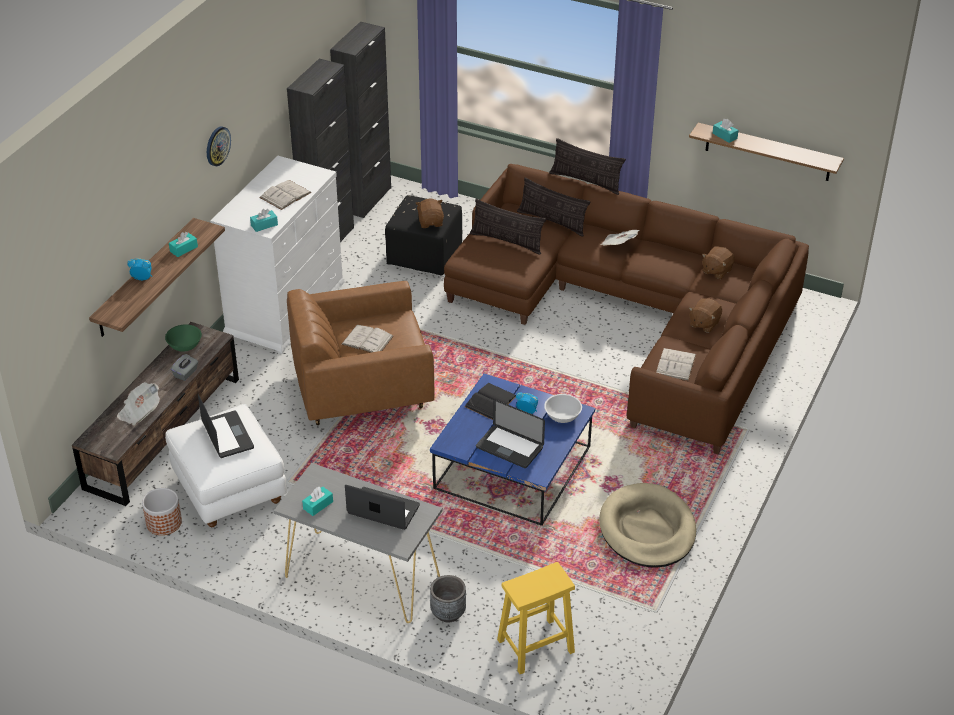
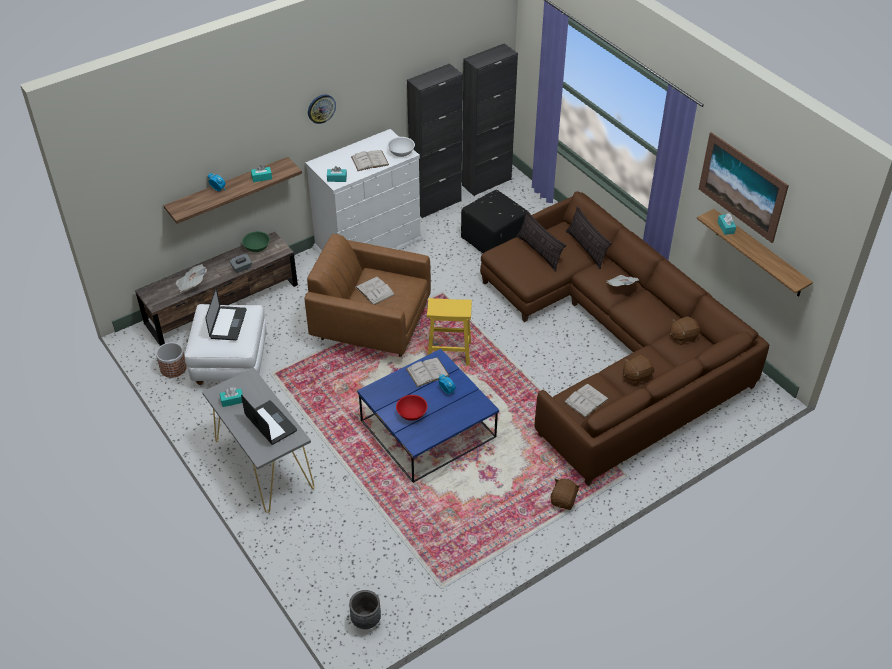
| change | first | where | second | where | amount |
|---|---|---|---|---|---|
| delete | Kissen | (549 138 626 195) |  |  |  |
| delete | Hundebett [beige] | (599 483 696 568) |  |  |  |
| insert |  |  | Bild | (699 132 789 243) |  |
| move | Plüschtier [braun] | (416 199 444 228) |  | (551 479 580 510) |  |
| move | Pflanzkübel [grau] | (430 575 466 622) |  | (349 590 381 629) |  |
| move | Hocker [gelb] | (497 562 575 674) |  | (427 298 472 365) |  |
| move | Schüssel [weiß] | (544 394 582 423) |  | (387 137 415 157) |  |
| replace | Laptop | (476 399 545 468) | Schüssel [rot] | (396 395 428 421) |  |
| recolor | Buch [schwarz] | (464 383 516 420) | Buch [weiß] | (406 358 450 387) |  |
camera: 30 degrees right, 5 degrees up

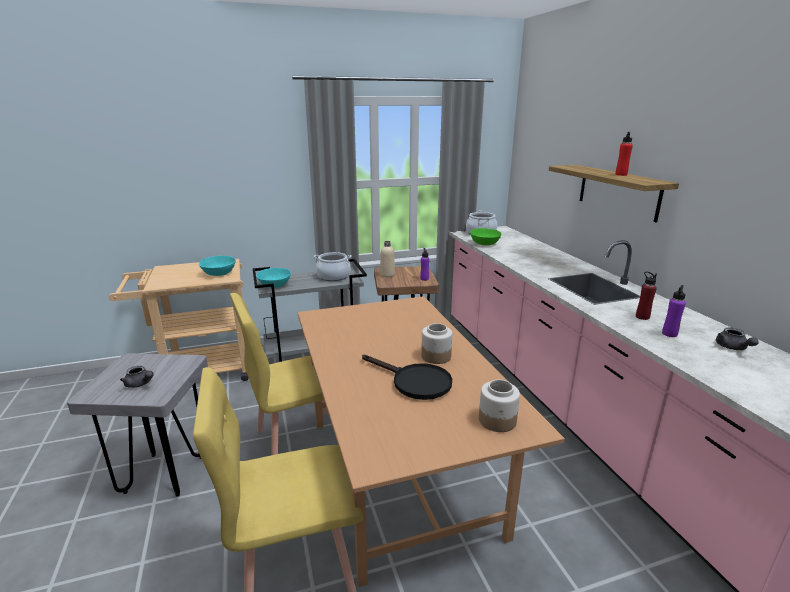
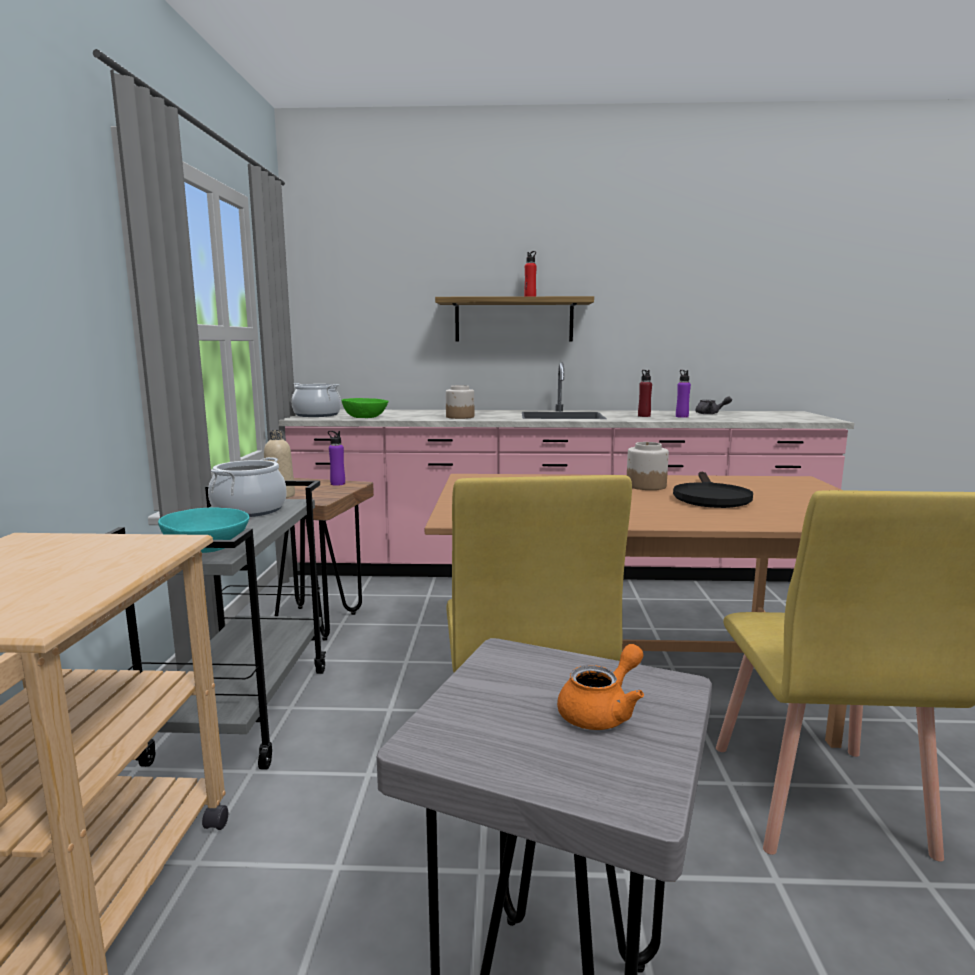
| change | first | where | second | where | amount |
|---|---|---|---|---|---|
| delete | Schüssel [türkis] | (199 256 236 276) |  |  |  |
| move | Vorratsglas | (479 379 520 432) |  | (446 385 474 419) |  |
| recolor | Teekanne [grau] | (120 366 154 388) | Teekanne [orange] | (557 644 644 730) |  |
| rotate | Pfanne [schwarz] | (362 355 452 400) |  | (673 472 753 508) | 135 degrees clockwise |
camera: 70 degrees left, 10 degrees down

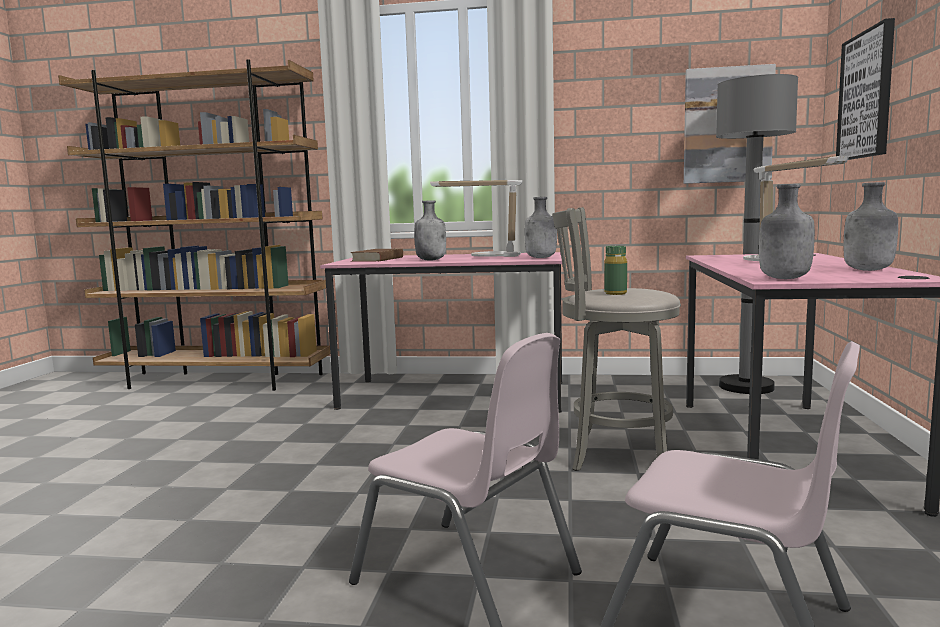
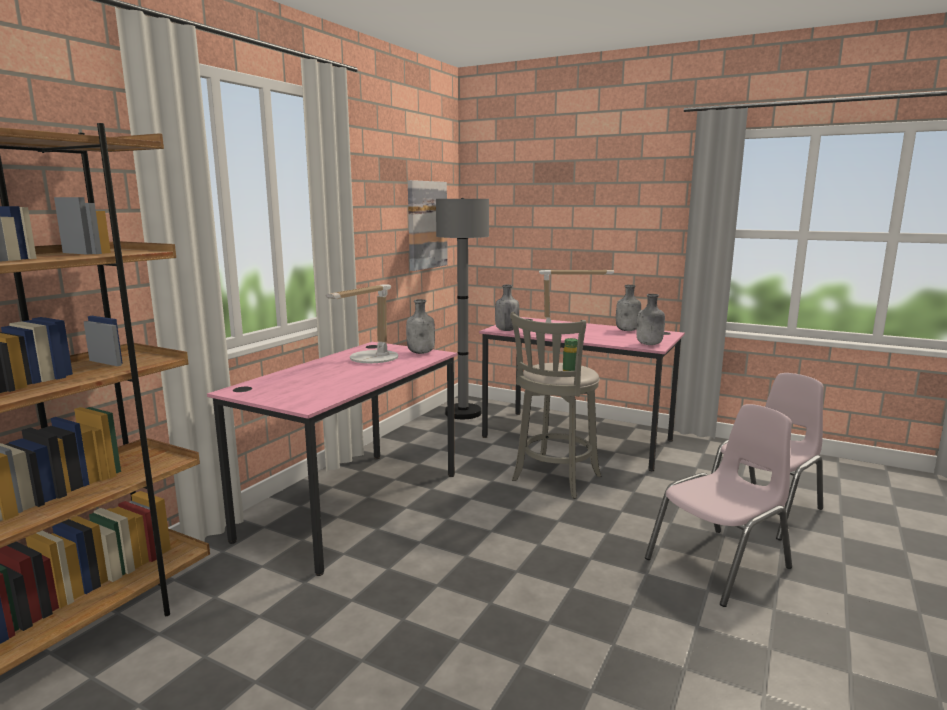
| change | first | where | second | where | amount |
|---|---|---|---|---|---|
| delete | Buch [braun] | (350 249 403 262) |  |  |  |
| delete | Bild | (836 18 895 160) |  |  |  |
| move | Flasche [grau] | (414 200 446 261) |  | (495 285 519 331) |  |
camera: 70 degrees left, 5 degrees up

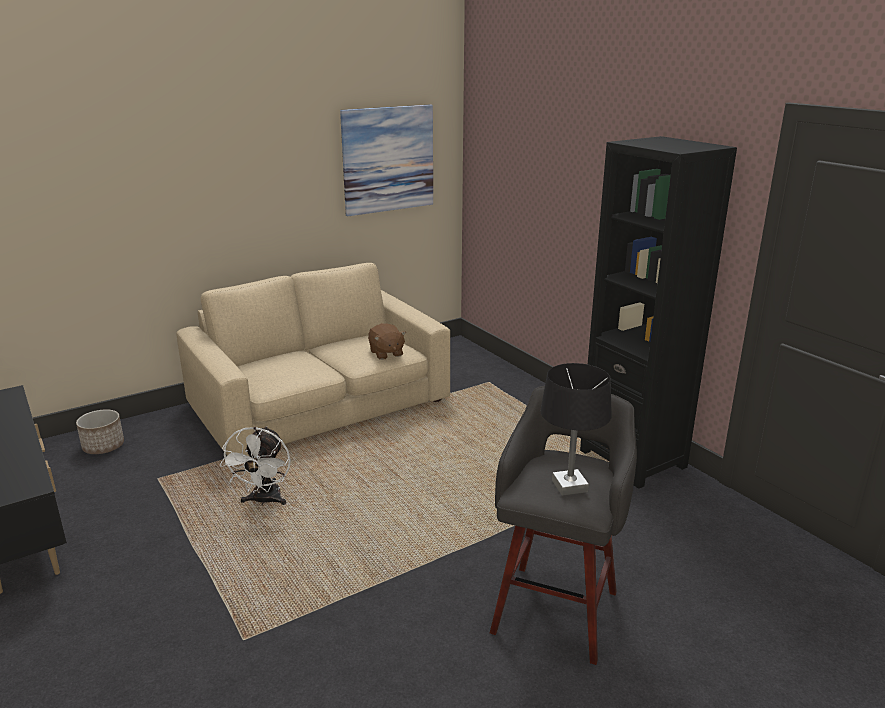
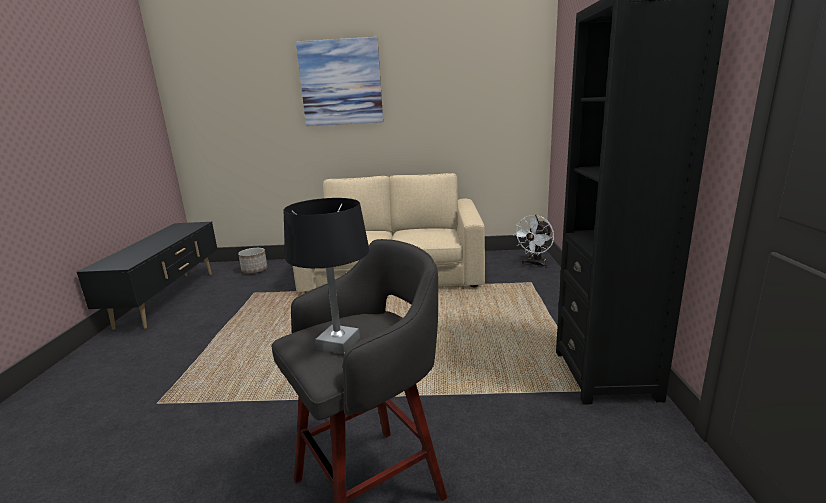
| change | first | where | second | where | amount |
|---|---|---|---|---|---|
| delete | Plüschtier [braun] | (368 323 406 360) |  |  |  |
| move | Ventilator [weiß] | (220 426 291 506) |  | (513 215 554 268) |  |
| move | Bild | (340 104 433 216) |  | (296 37 383 126) |  |
camera: 35 degrees right, 5 degrees down

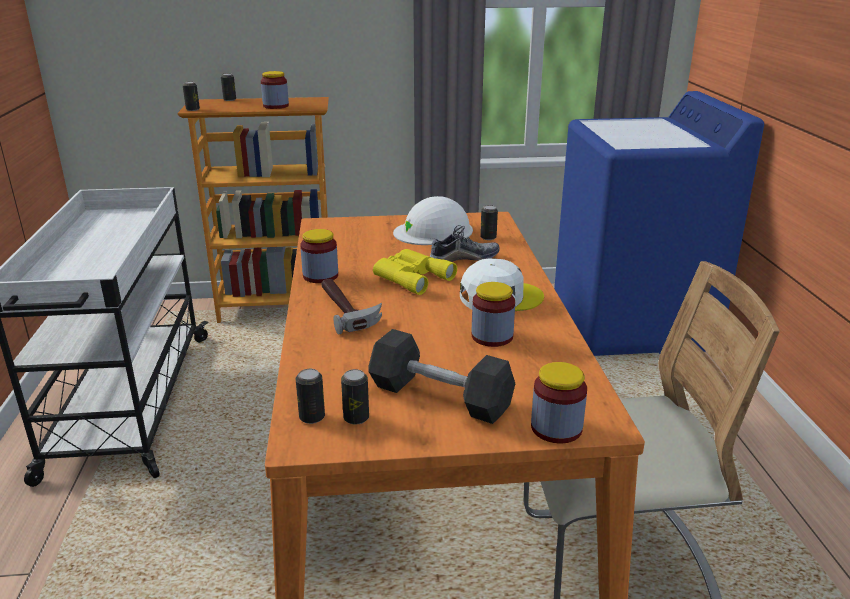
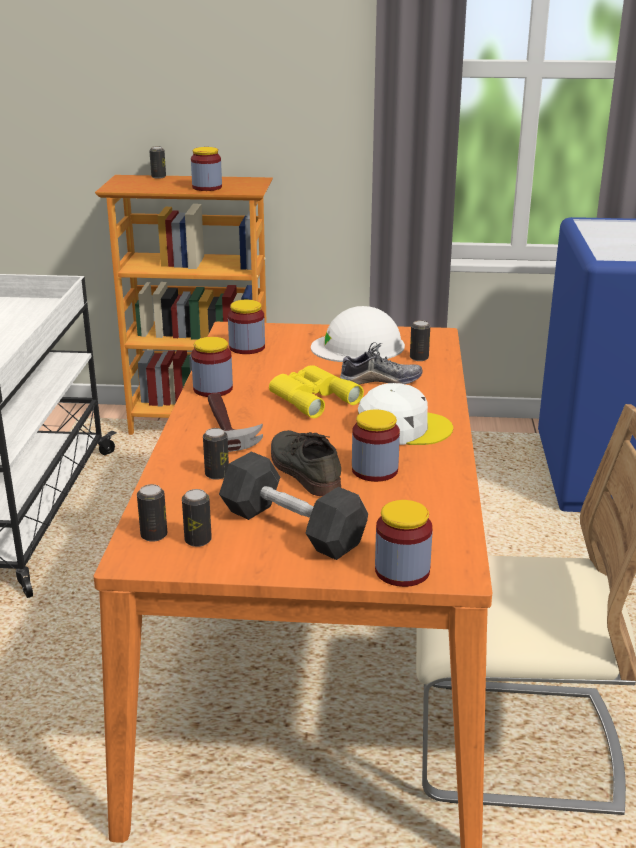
| change | first | where | second | where | amount |
|---|---|---|---|---|---|
| insert |  |  | Vorratsglas | (228 300 265 354) |  |
| insert |  |  | Schuh [grau] | (271 430 341 496) |  |
| move | Dose | (182 82 200 111) |  | (203 428 229 480) |  |
camera: 10 degrees right, 0 degrees up

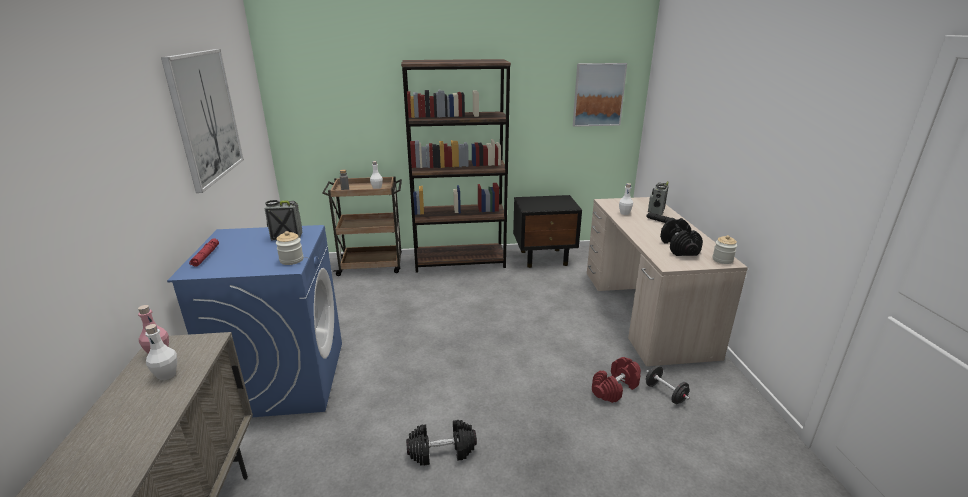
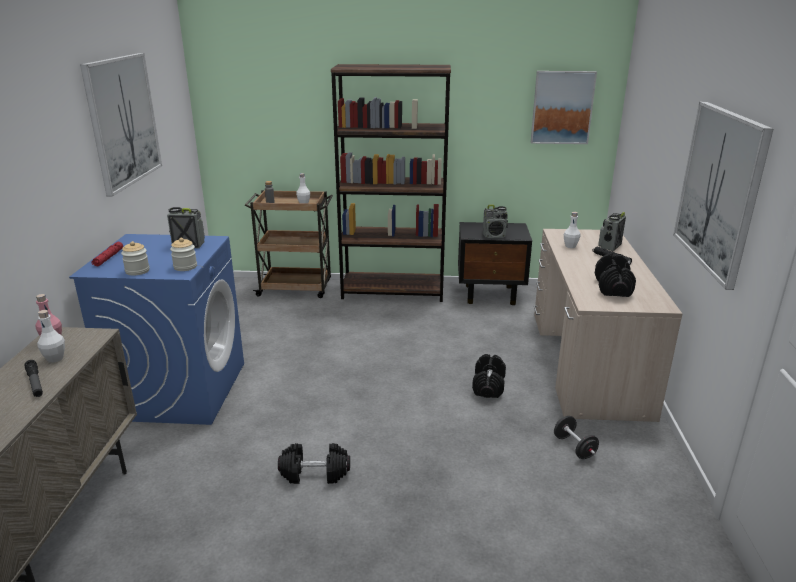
| change | first | where | second | where | amount |
|---|---|---|---|---|---|
| delete | Hantel [rot] | (592 357 641 403) |  |  |  |
| insert |  |  | Taschenlampe | (24 360 43 397) |  |
| insert |  |  | Hantel [schwarz] | (472 354 506 398) |  |
| insert |  |  | Radio | (483 205 508 238) |  |
| insert |  |  | Bild | (673 101 773 290) |  |
| move | Vorratsglas | (712 235 737 264) |  | (121 241 150 276) |  |
camera: 10 degrees right, 0 degrees up

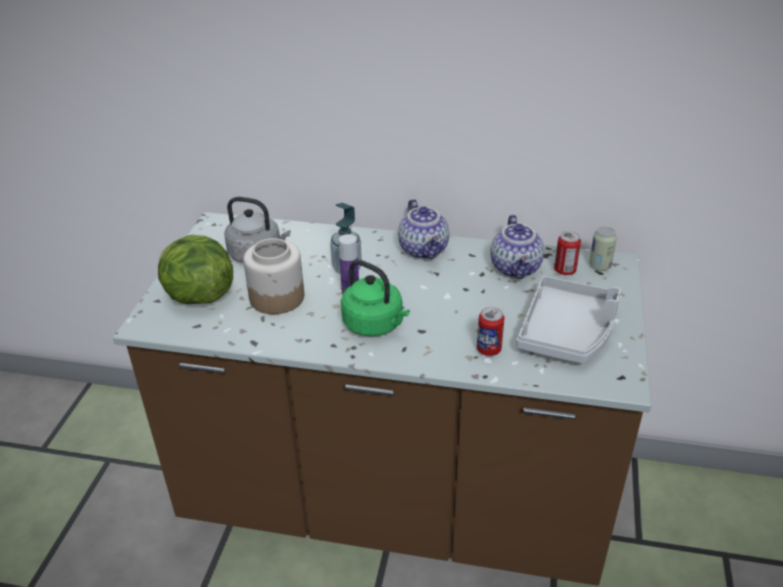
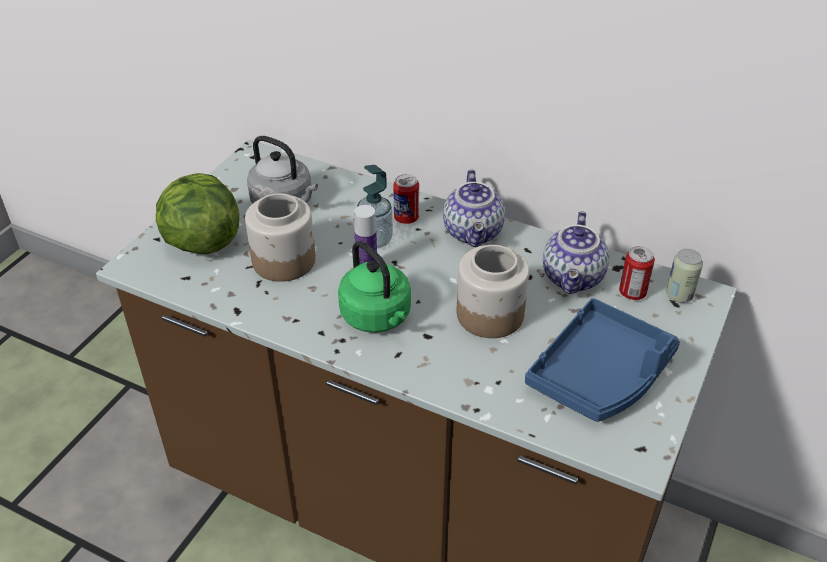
| change | first | where | second | where | amount |
|---|---|---|---|---|---|
| insert |  |  | Vorratsglas | (457 245 529 338) |  |
| move | Dose | (477 307 504 356) |  | (393 174 419 224) |  |
| recolor | Tablett [grau] | (516 276 621 364) | Tablett [blau] | (525 298 680 422) |  |
camera: 15 degrees right, 5 degrees up

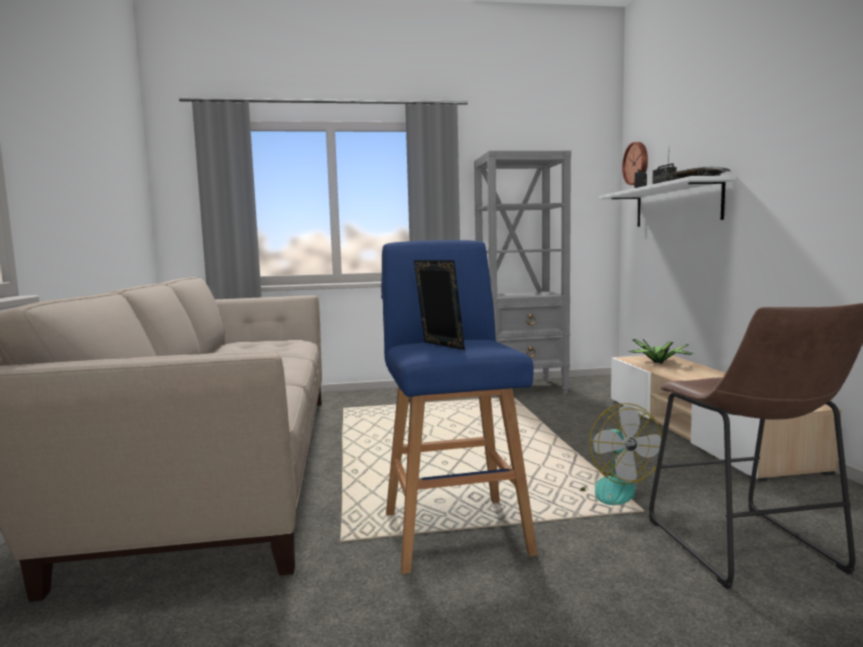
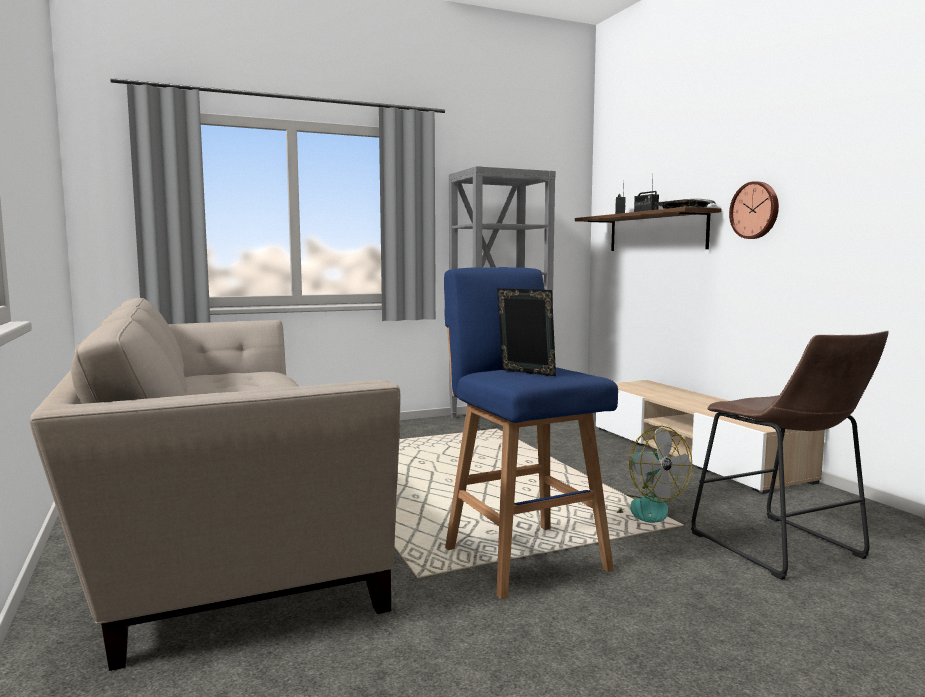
| change | first | where | second | where | amount |
|---|---|---|---|---|---|
| delete | Topfpflanze | (628 339 694 364) |  |  |  |
| move | Wanduhr | (622 142 648 185) |  | (729 181 779 239) |  |
| recolor | Wandregal [weiß] | (599 176 736 227) | Wandregal [braun] | (575 207 721 251) |  |
camera: 15 degrees left, 0 degrees up

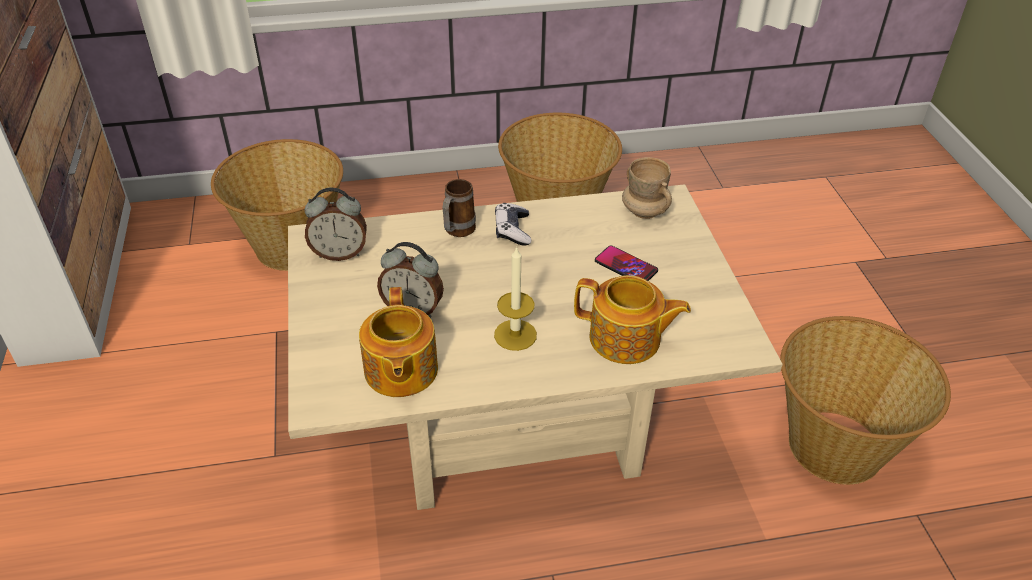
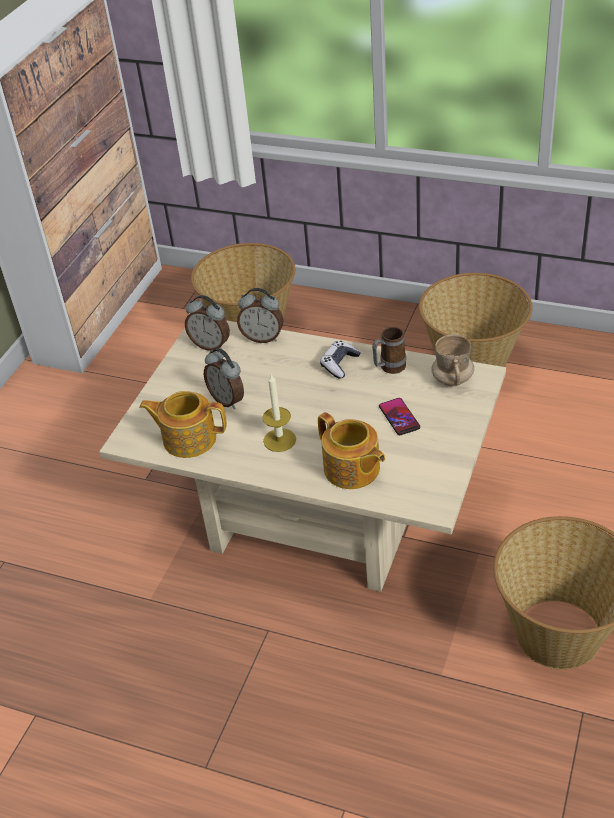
| change | first | where | second | where | amount |
|---|---|---|---|---|---|
| insert |  |  | Wecker | (237 288 284 343) |  |
| move | Henkelbecher | (442 179 476 237) |  | (372 327 406 374) |  |
| rotate | Teekanne | (359 287 438 397) |  | (139 391 227 458) | 75 degrees clockwise |
camera: 35 degrees right, 0 degrees up

